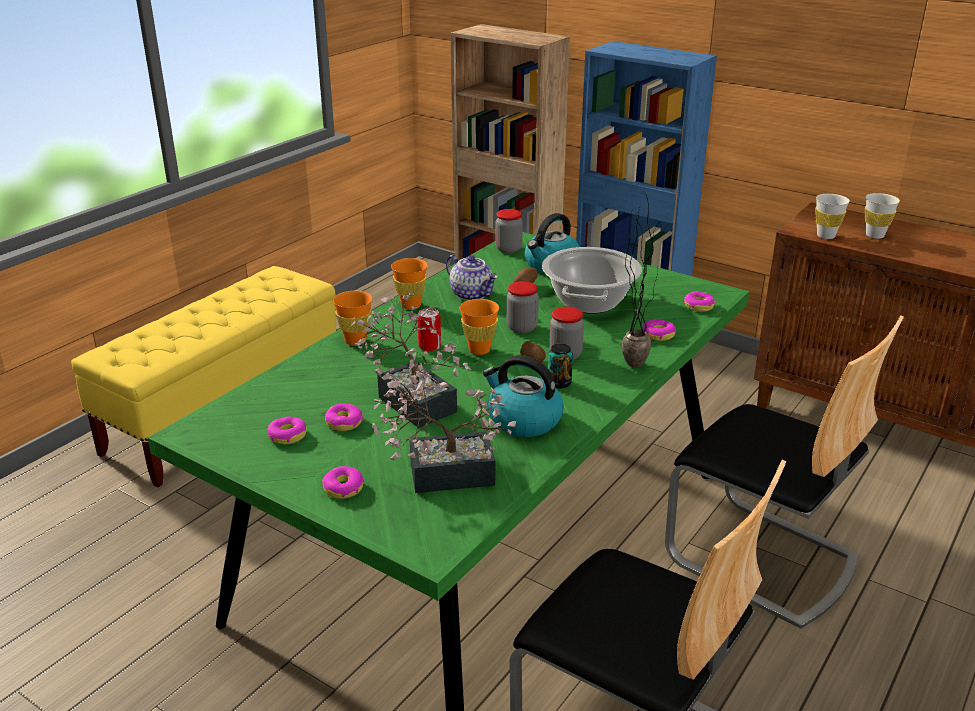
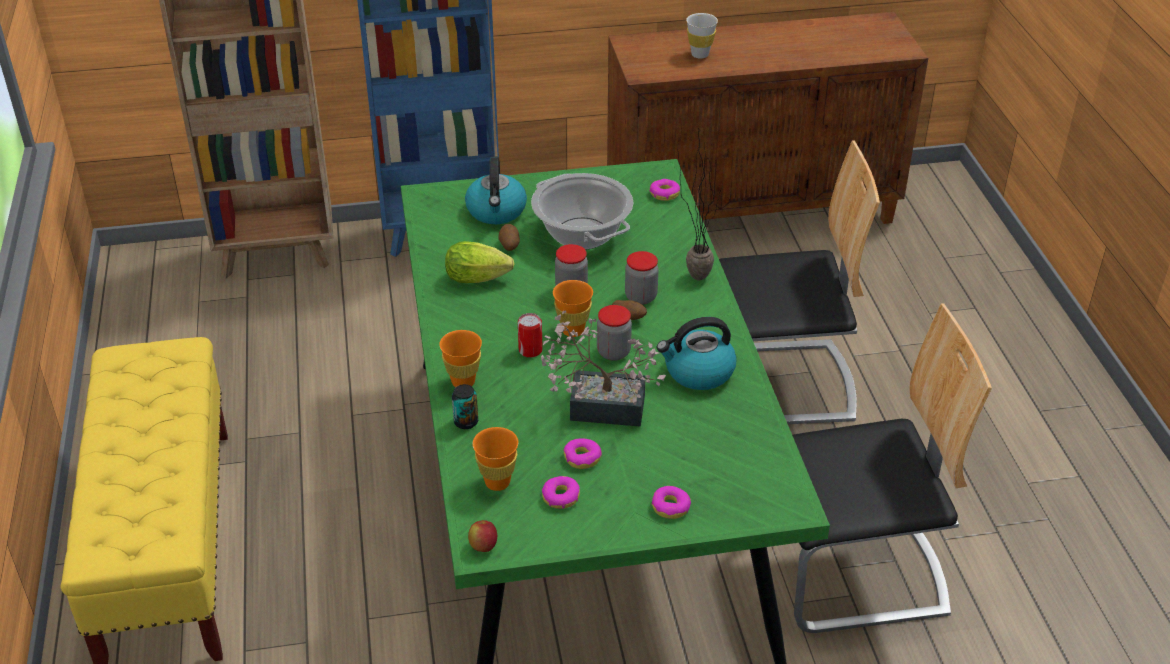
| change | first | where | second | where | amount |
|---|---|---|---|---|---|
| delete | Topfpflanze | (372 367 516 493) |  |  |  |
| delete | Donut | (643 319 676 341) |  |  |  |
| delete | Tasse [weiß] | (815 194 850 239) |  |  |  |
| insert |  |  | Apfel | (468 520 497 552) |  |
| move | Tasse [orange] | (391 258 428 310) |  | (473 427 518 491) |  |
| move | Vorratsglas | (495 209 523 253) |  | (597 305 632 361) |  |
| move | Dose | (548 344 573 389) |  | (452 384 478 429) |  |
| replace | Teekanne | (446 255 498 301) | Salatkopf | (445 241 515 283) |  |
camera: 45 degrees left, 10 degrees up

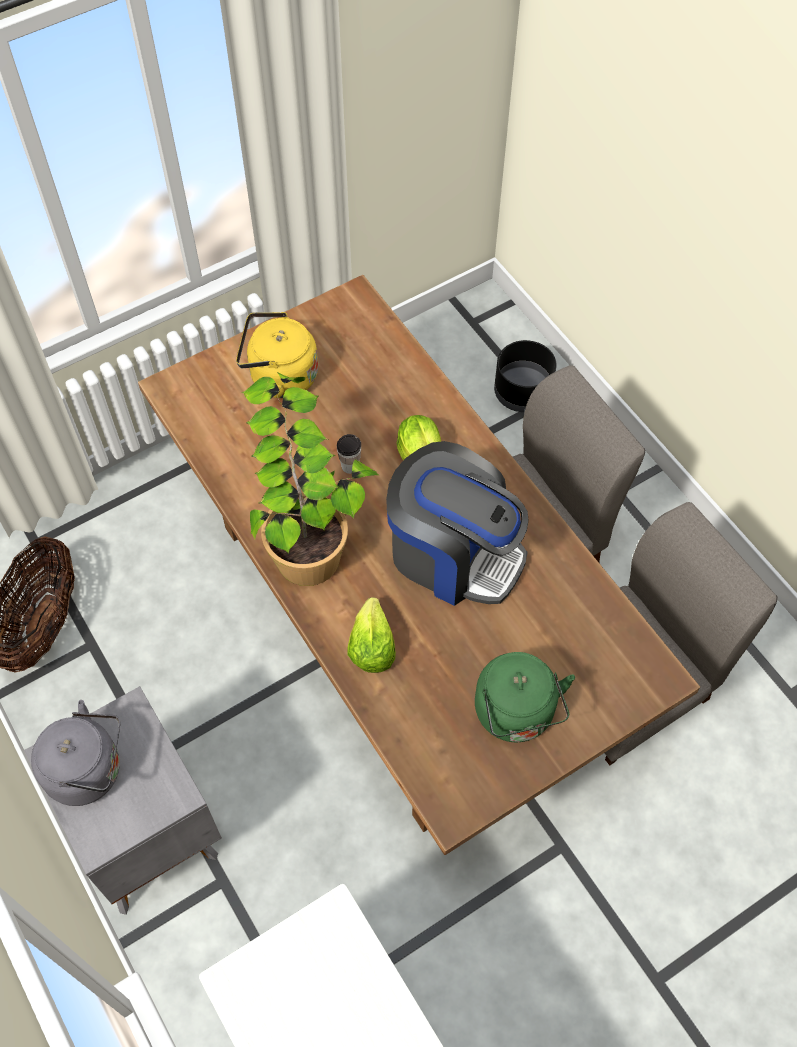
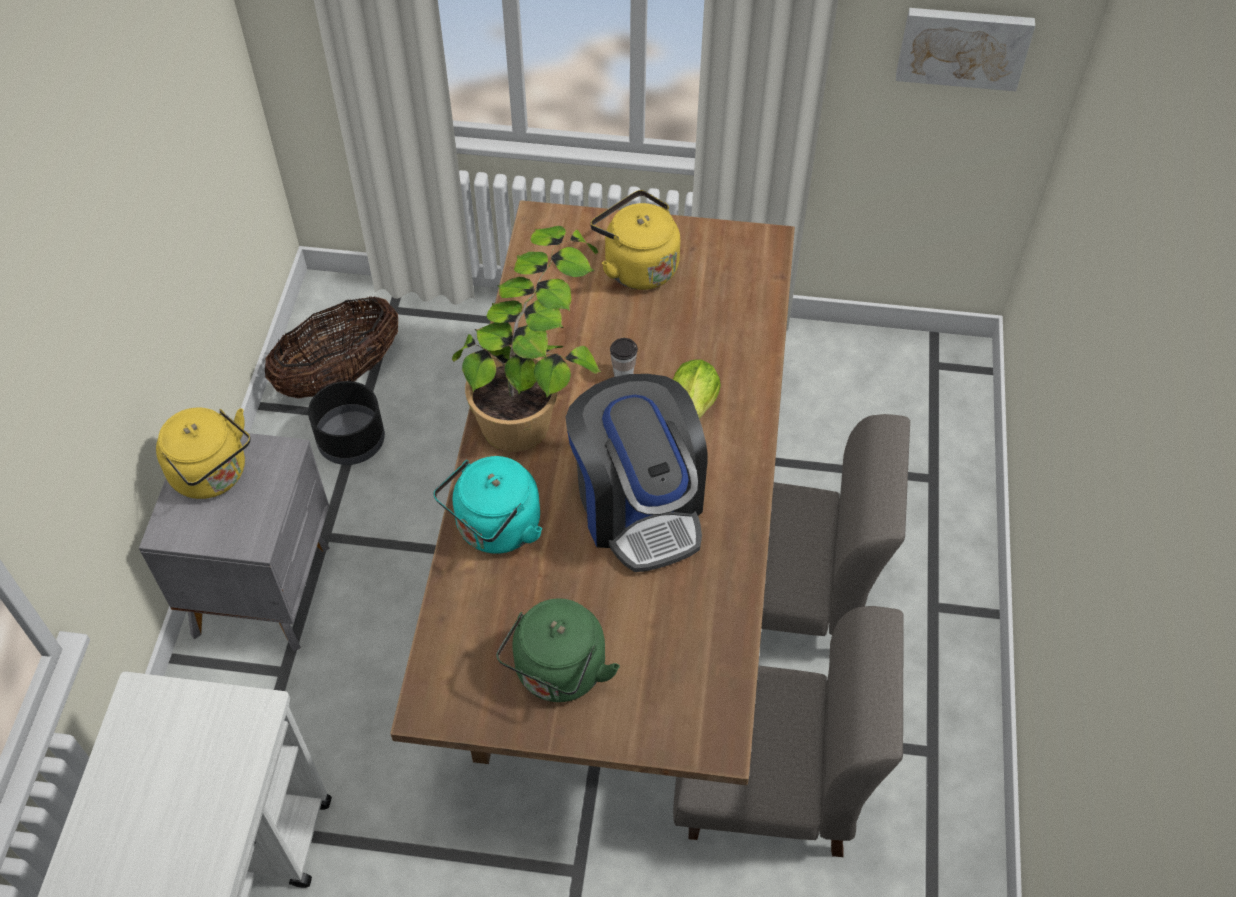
| change | first | where | second | where | amount |
|---|---|---|---|---|---|
| insert |  |  | Bild | (896 8 1035 91) |  |
| move | Pflanzkübel [schwarz] | (494 340 557 412) |  | (308 381 385 465) |  |
| replace | Salatkopf | (347 597 396 673) | Wasserkessel [türkis] | (433 456 542 554) |  |
| recolor | Wasserkessel [grau] | (31 700 120 806) | Wasserkessel [gelb] | (156 407 251 499) |  |
camera: 40 degrees right, 5 degrees down

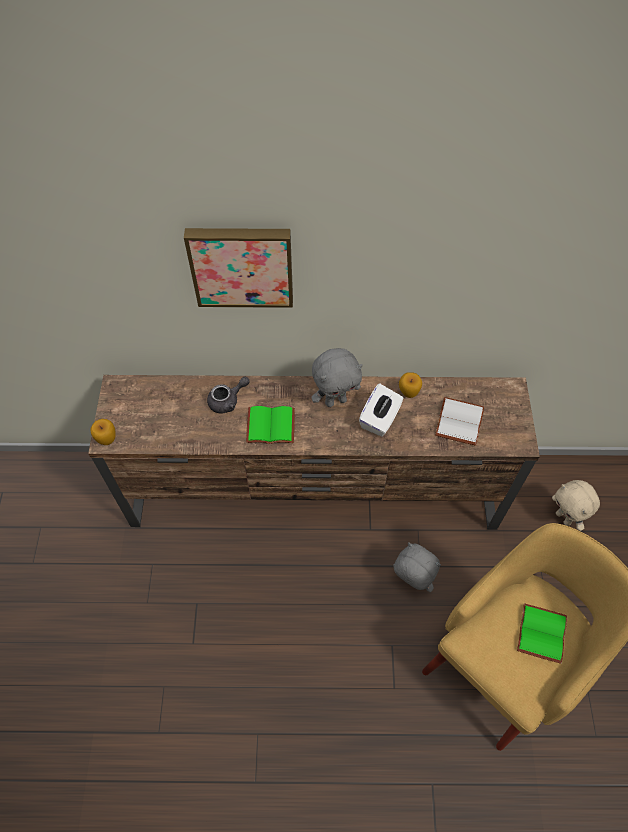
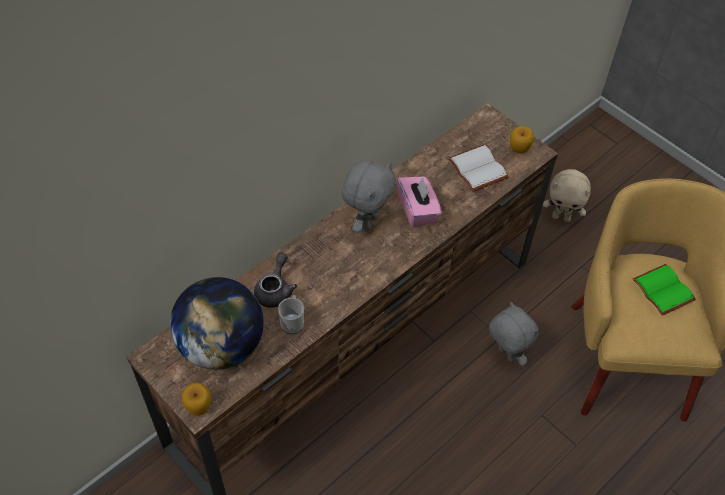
| change | first | where | second | where | amount |
|---|---|---|---|---|---|
| delete | Bild | (184 228 293 308) |  |  |  |
| delete | Buch [grün] | (246 406 295 444) |  |  |  |
| insert |  |  | Globus | (170 277 264 370) |  |
| insert |  |  | Henkelbecher | (278 295 304 334) |  |
| move | Apfel | (399 372 422 398) |  | (510 126 534 153) |  |
| recolor | Taschentuchbox [weiß] | (359 384 403 437) | Taschentuchbox [rosa] | (397 176 442 228) |  |
| rotate | Plüschtier [grau] | (393 542 441 592) |  | (489 302 539 366) | 60 degrees clockwise |
camera: 45 degrees left, 5 degrees down

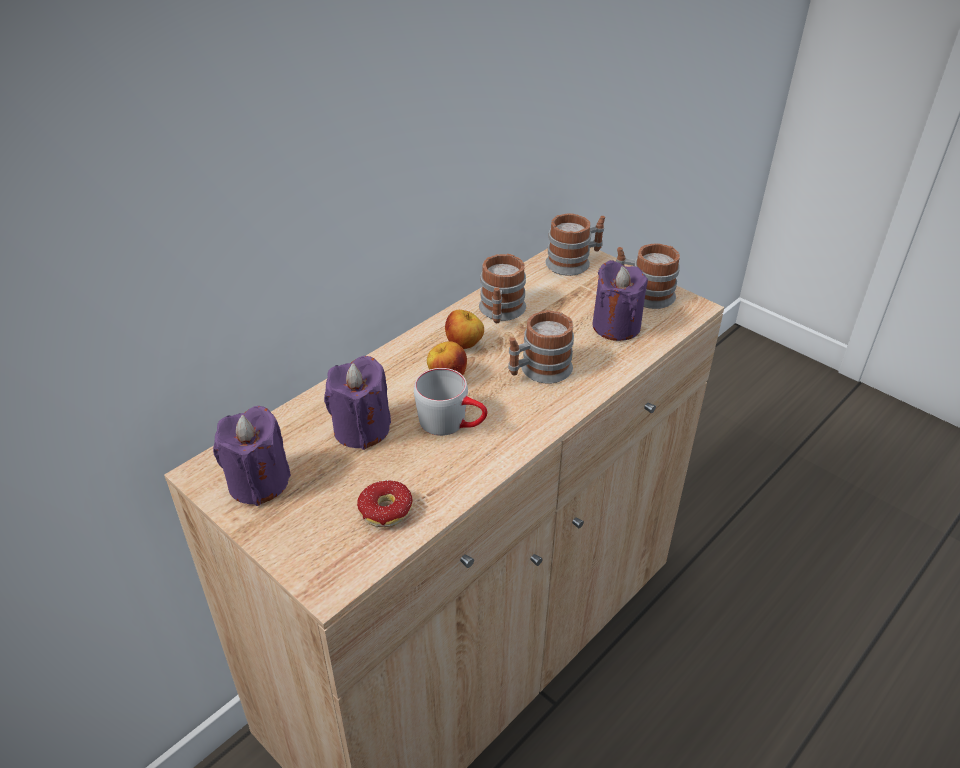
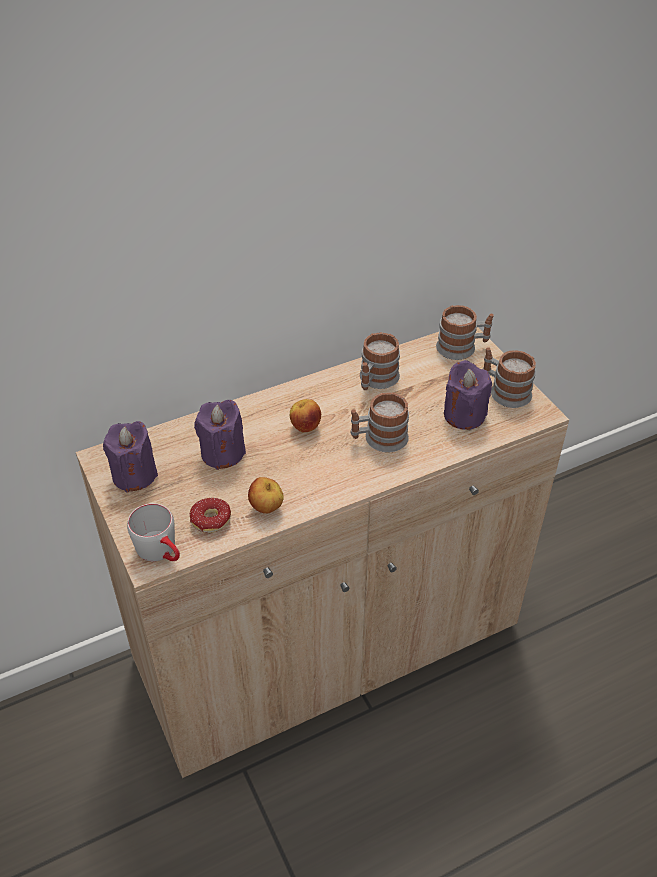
| change | first | where | second | where | amount |
|---|---|---|---|---|---|
| move | Henkelbecher [grau] | (414 368 487 436) |  | (127 503 180 562) |  |
| move | Apfel | (445 310 484 349) |  | (248 477 284 514) |  |
camera: 20 degrees right, 5 degrees up

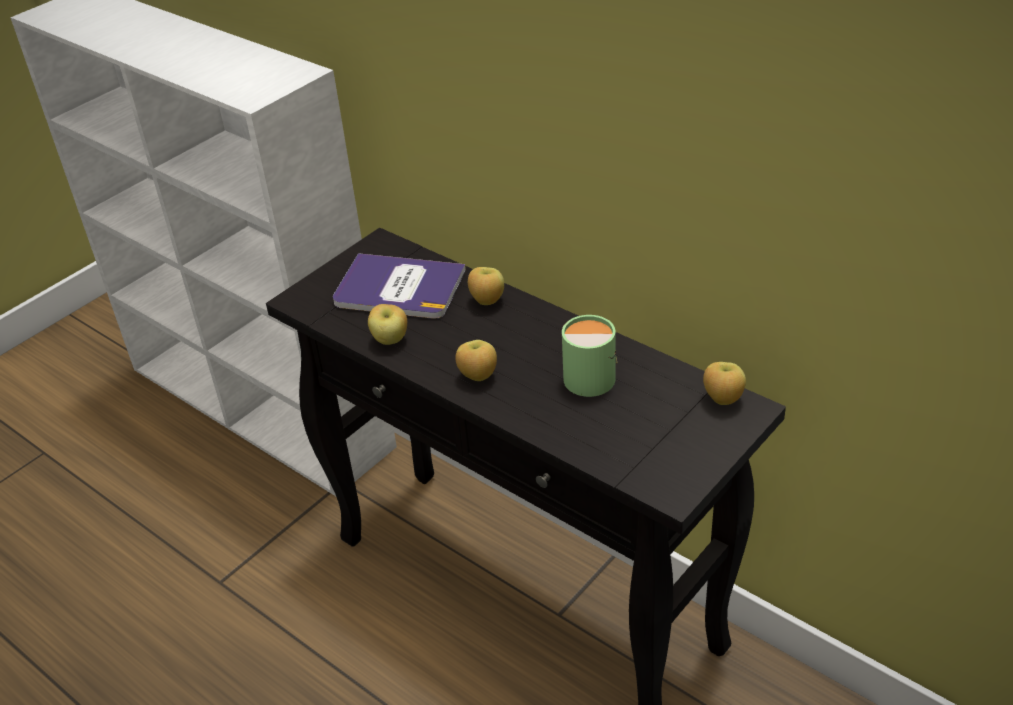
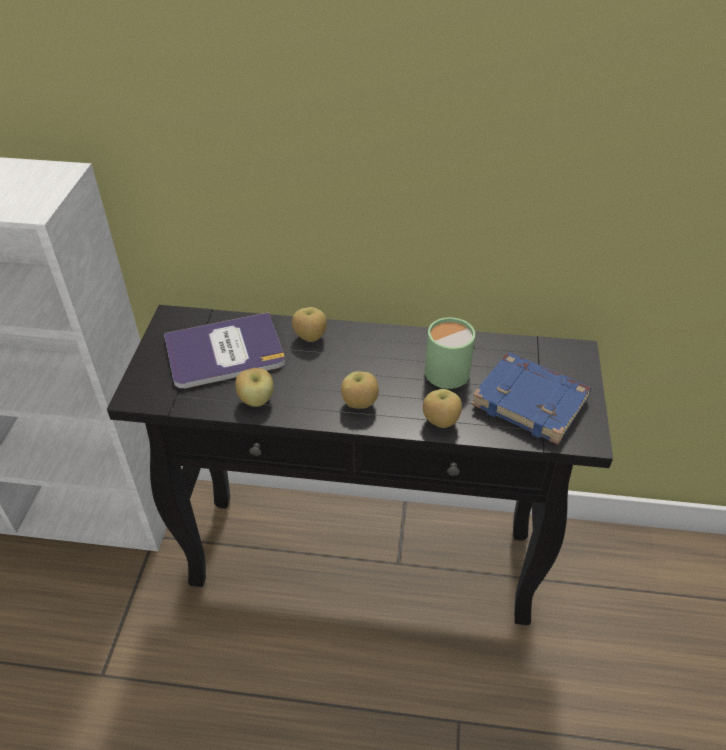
| change | first | where | second | where | amount |
|---|---|---|---|---|---|
| insert |  |  | Buch [blau] | (472 352 591 445) |  |
| move | Apfel | (703 362 746 405) |  | (423 389 462 428) |  |
camera: 35 degrees left, 5 degrees up

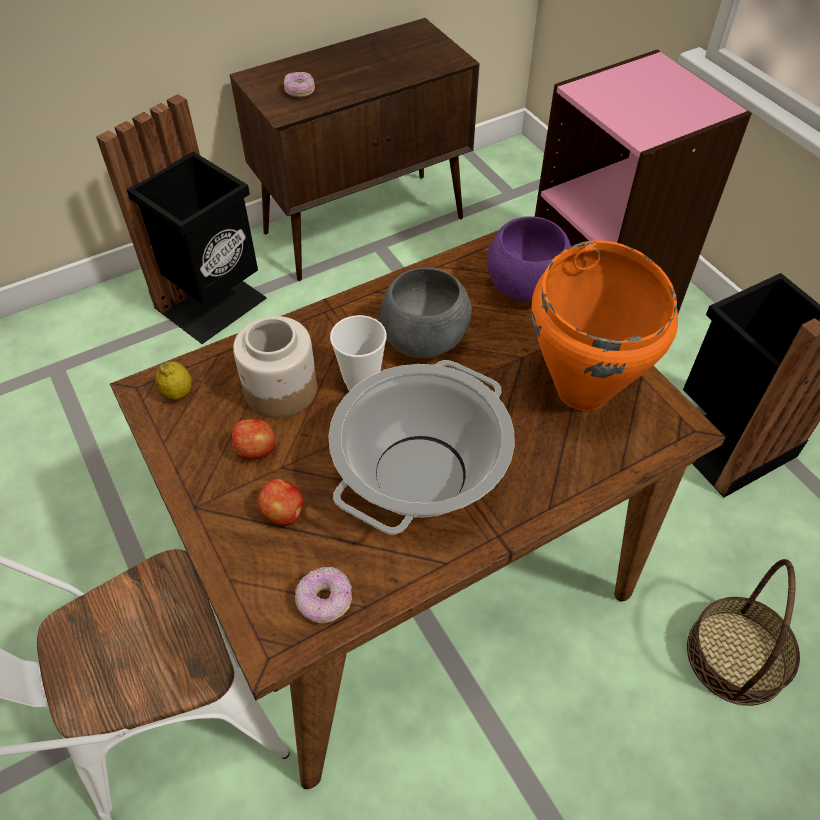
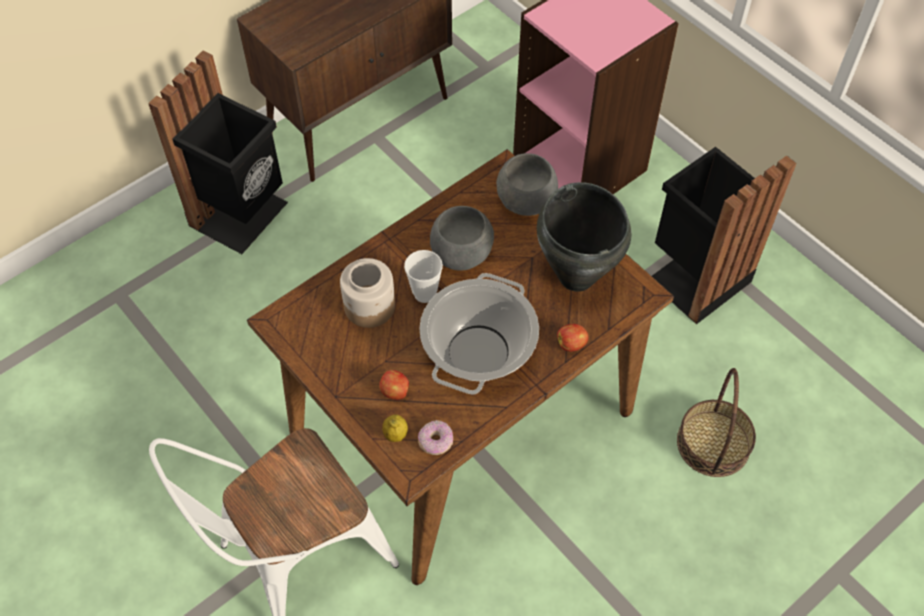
| change | first | where | second | where | amount |
|---|---|---|---|---|---|
| delete | Donut | (284 72 315 97) |  |  |  |
| move | Zitrone | (155 361 192 400) |  | (382 414 408 442) |  |
| move | Apfel | (232 419 276 460) |  | (557 324 588 351) |  |
| recolor | Schüssel [lila] | (487 216 571 302) | Schüssel [grau] | (496 153 558 216) |  |
| recolor | Kochtopf [orange] | (531 240 678 411) | Kochtopf [schwarz] | (537 182 632 291) |  |
camera: 10 degrees left, 5 degrees up

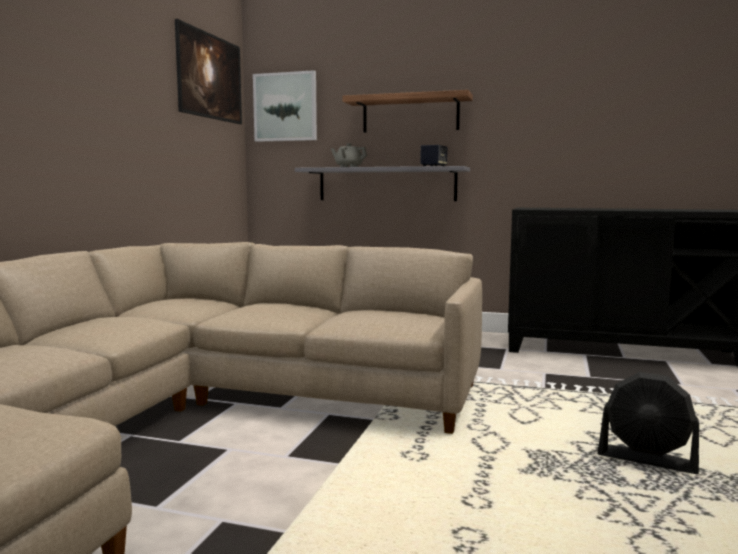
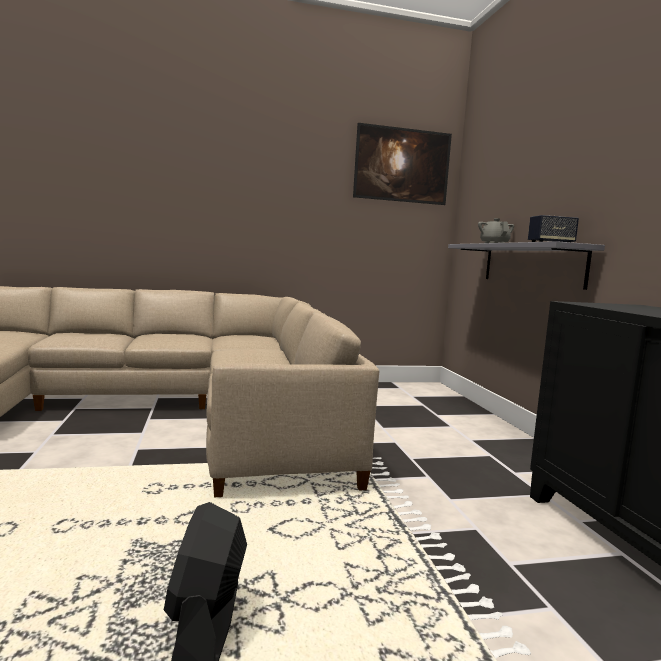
| change | first | where | second | where | amount |
|---|---|---|---|---|---|
| delete | Bild | (253 70 317 142) |  |  |  |
| delete | Wandregal | (343 90 473 133) |  |  |  |
camera: 60 degrees right, 0 degrees up

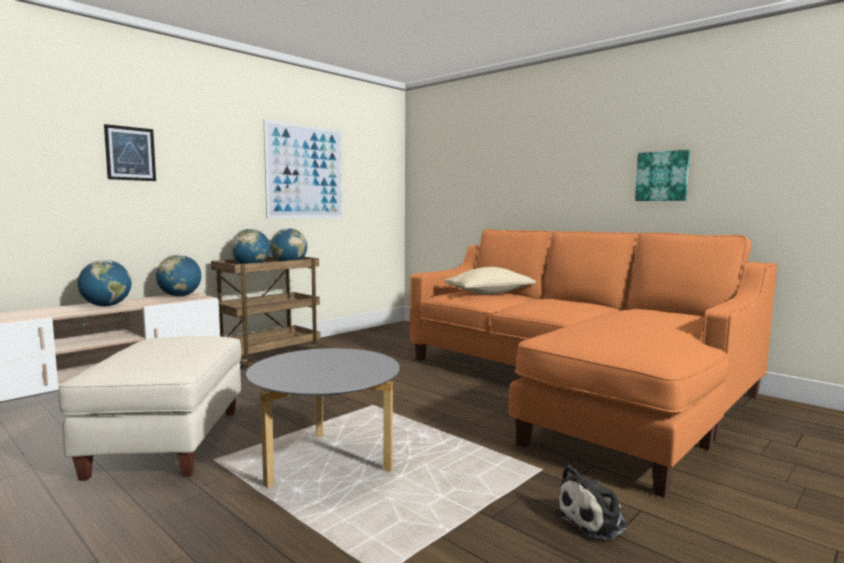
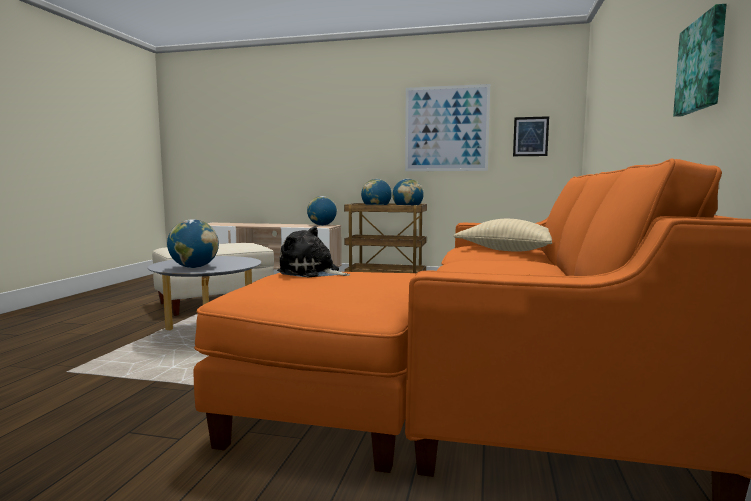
| change | first | where | second | where | amount |
|---|---|---|---|---|---|
| move | Globus | (77 260 131 306) |  | (167 219 219 268) |  |
| move | Bild | (104 124 156 181) |  | (513 116 549 156) |  |
| move | Plüschtier | (554 465 628 540) |  | (277 226 350 277) |  |
camera: 60 degrees right, 0 degrees up

